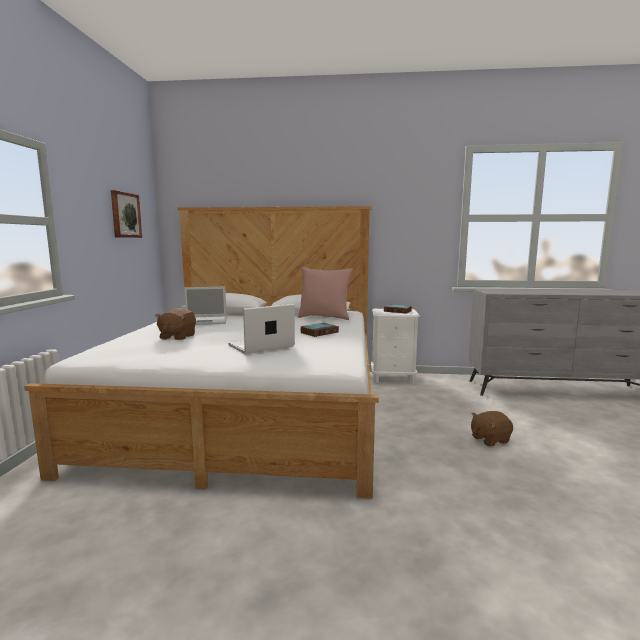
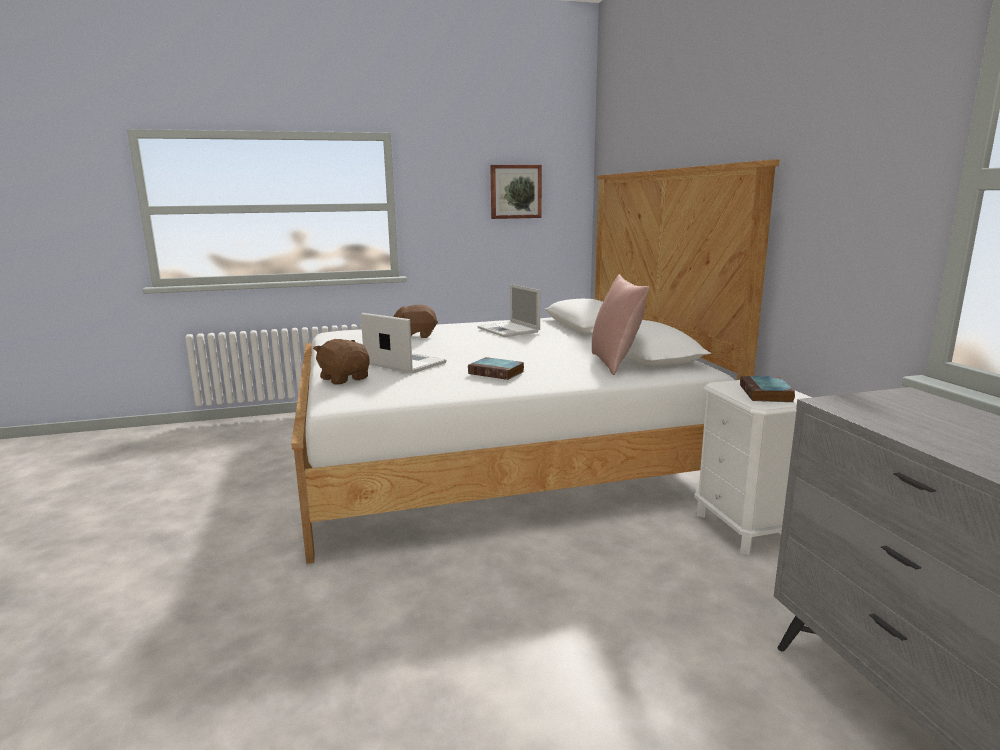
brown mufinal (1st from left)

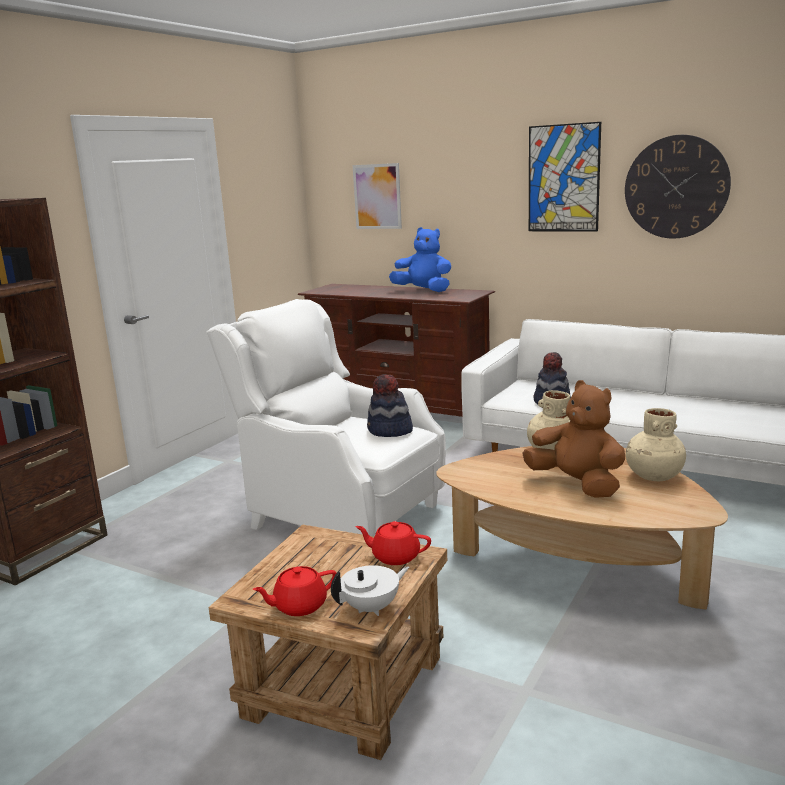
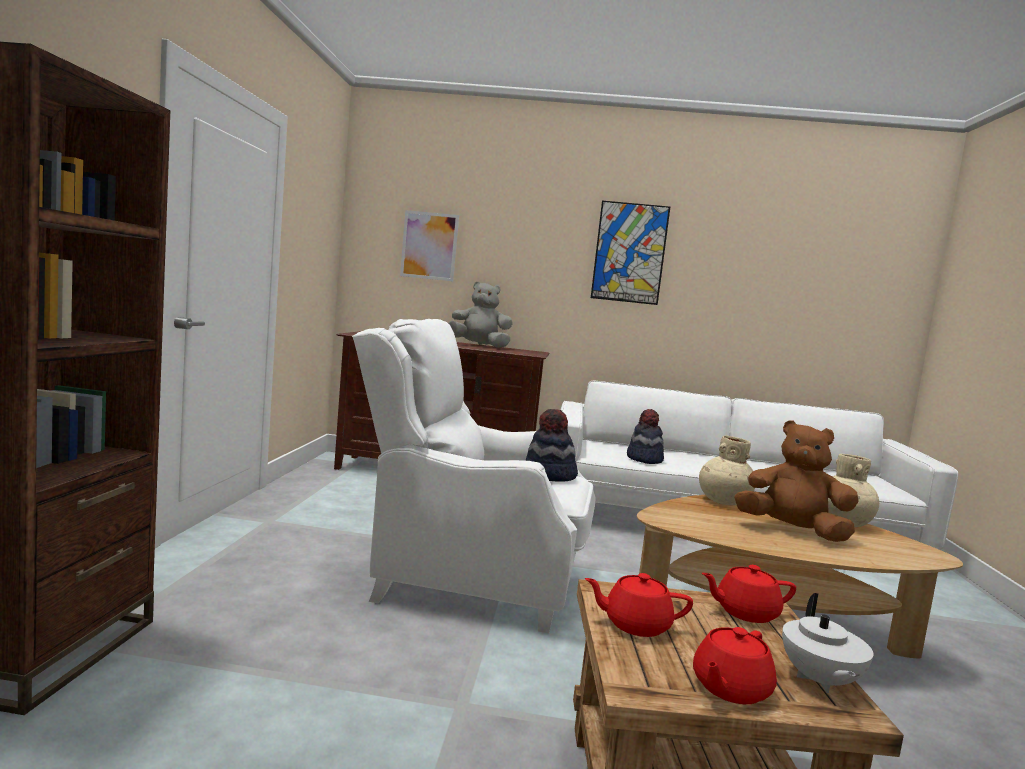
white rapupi
grey mufinal
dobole
red rapupi (1st from left)

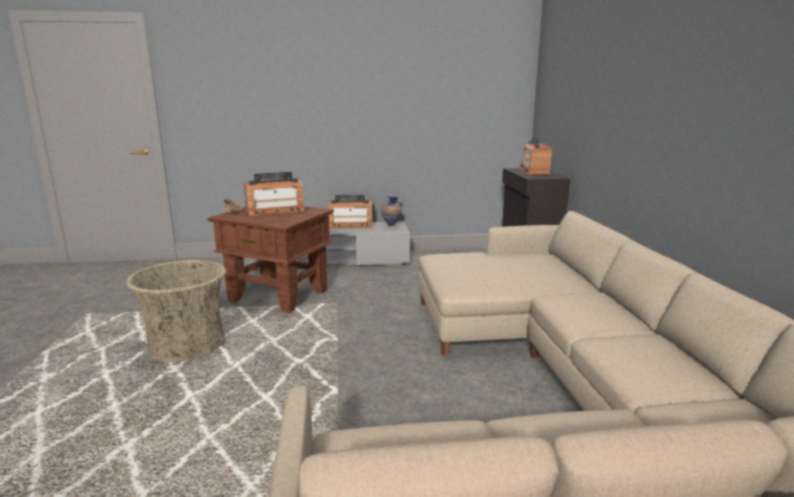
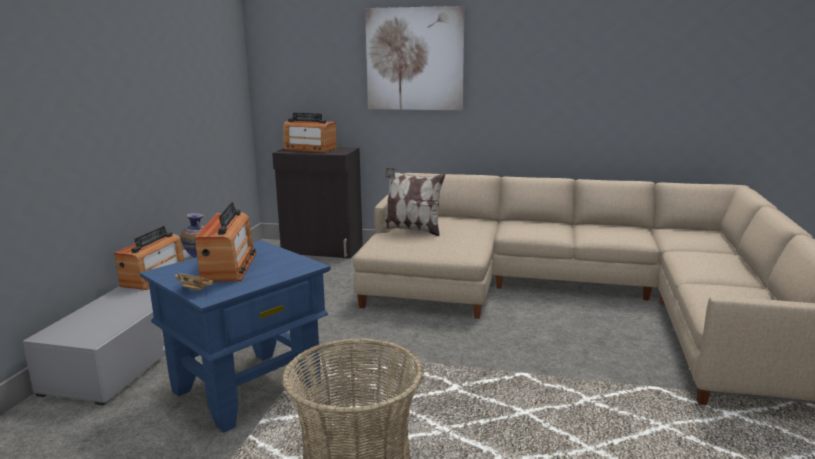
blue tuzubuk
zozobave
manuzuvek

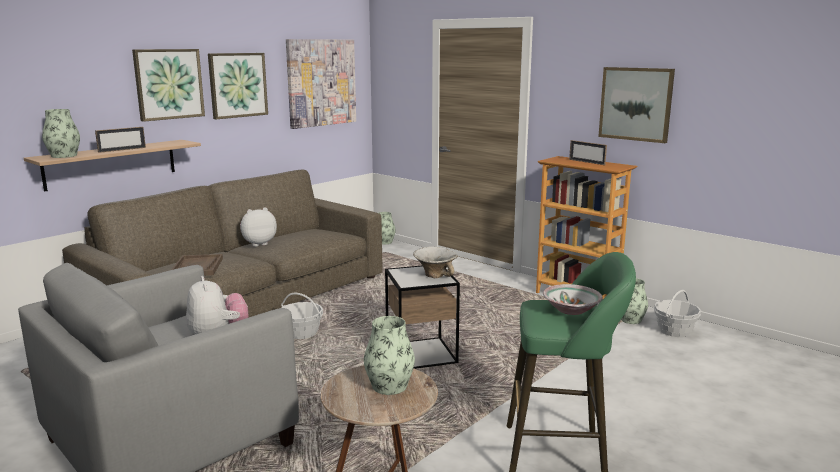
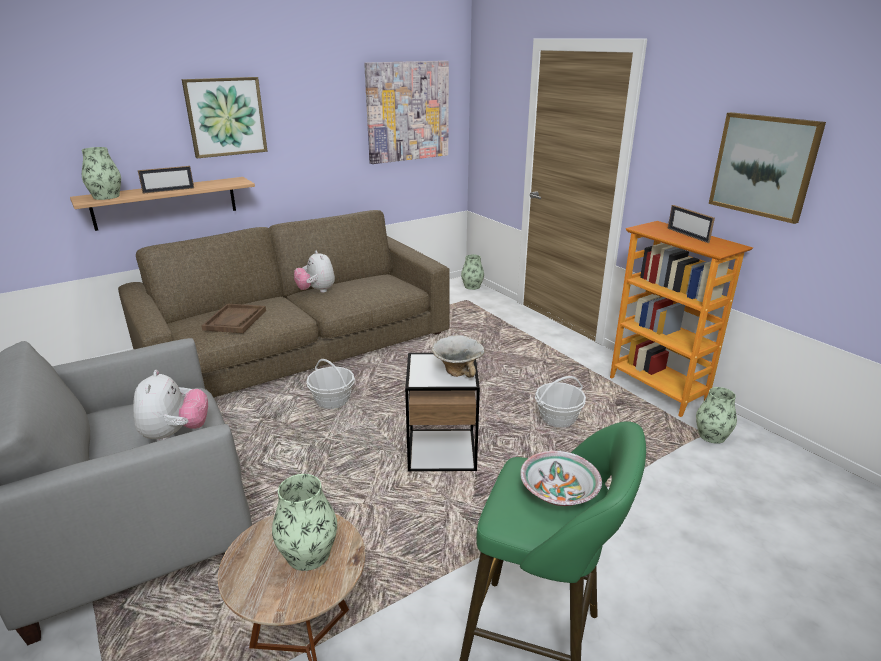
zozobave (2nd from left in the first image)
mufinal (2nd from left)
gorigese (2nd from left)

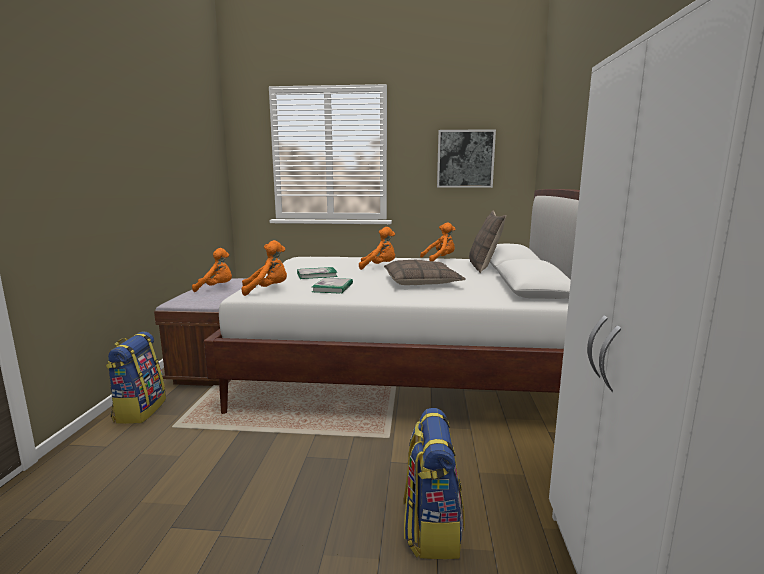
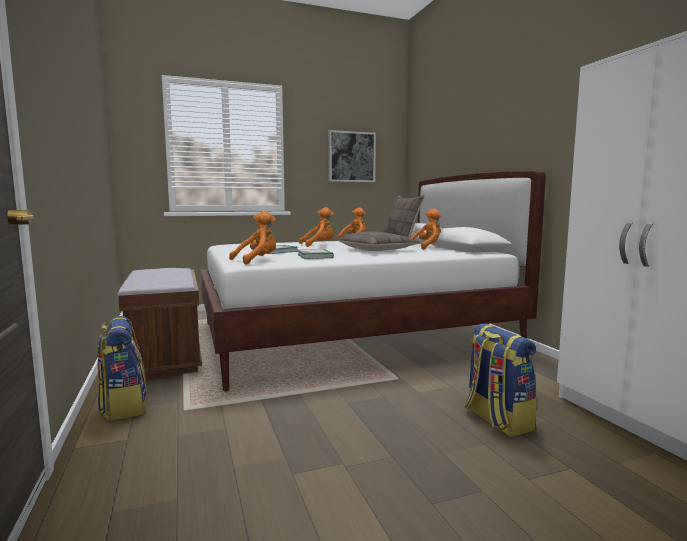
orange mufinal (4th from left)

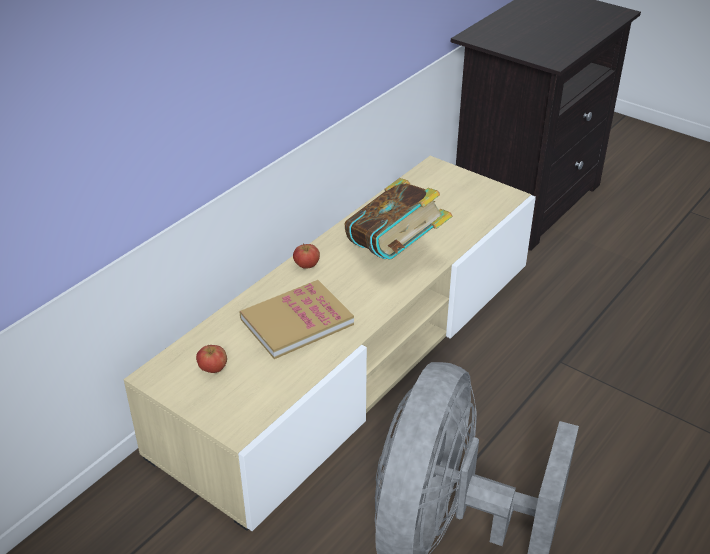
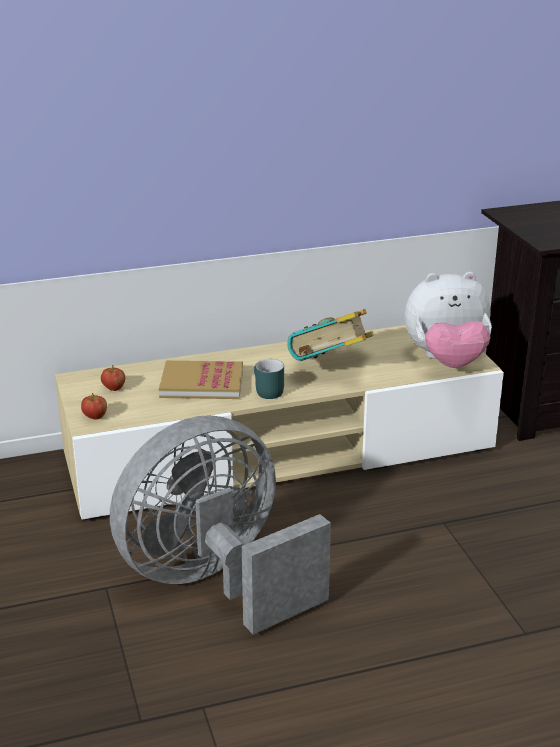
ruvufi (1st from left)
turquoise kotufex
mufinal

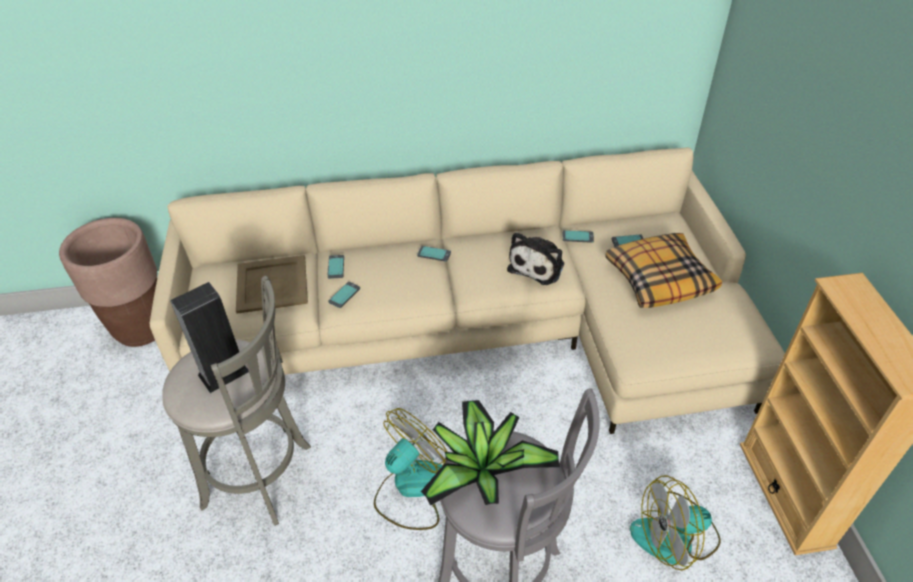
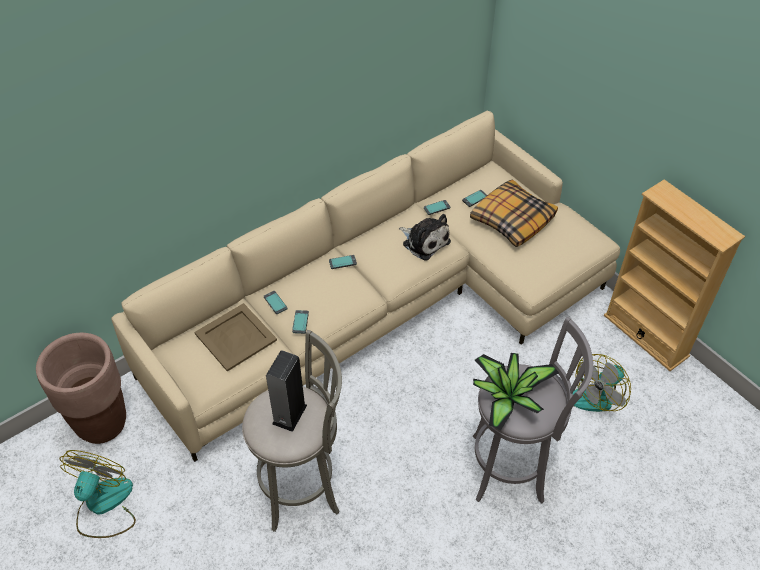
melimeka (1st from left)
mufinal

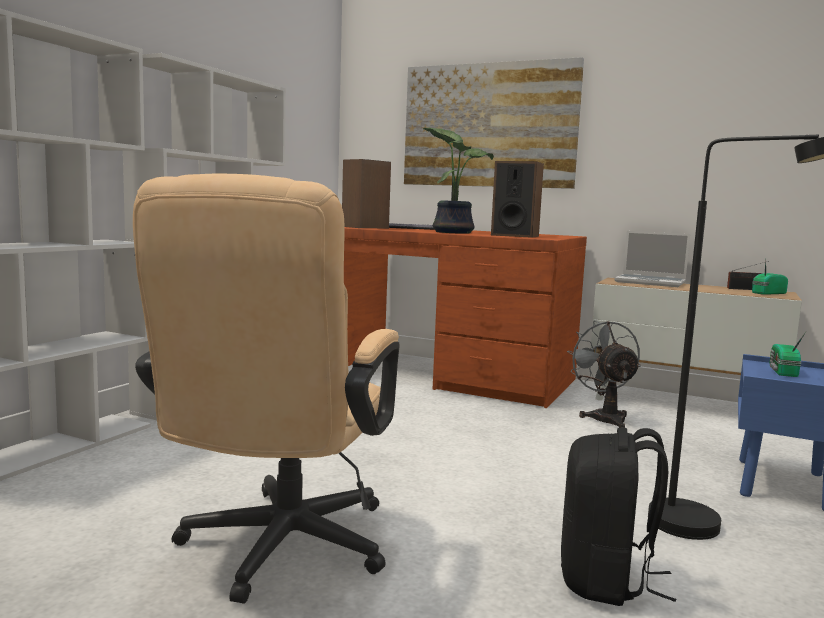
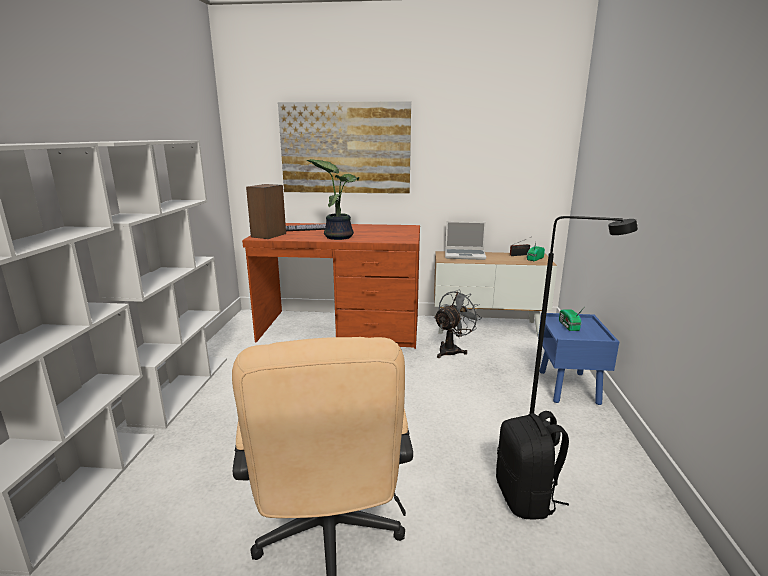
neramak (2nd from left in the first image)
grey melimeka

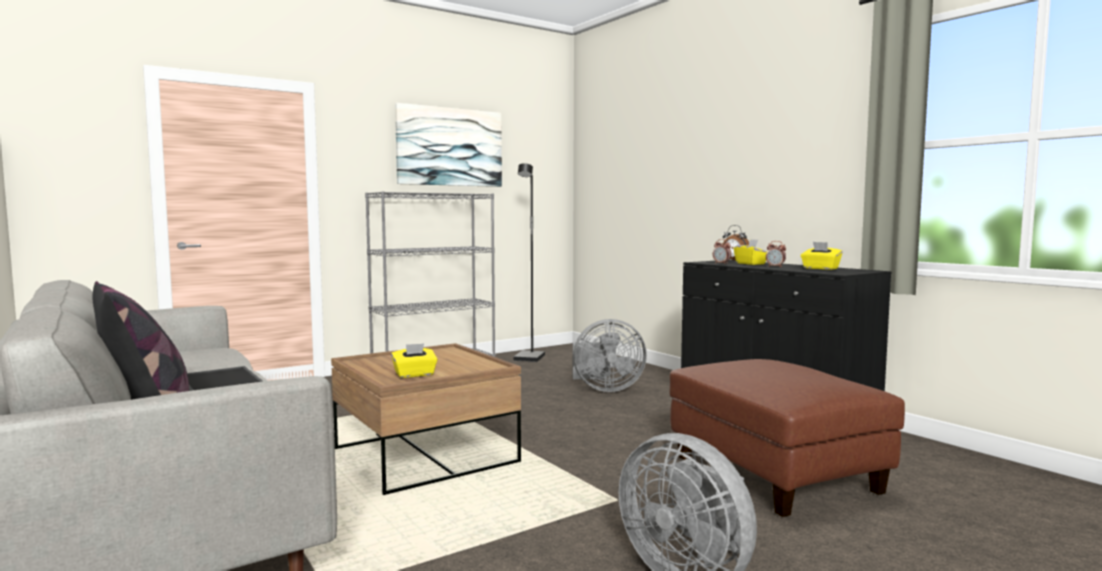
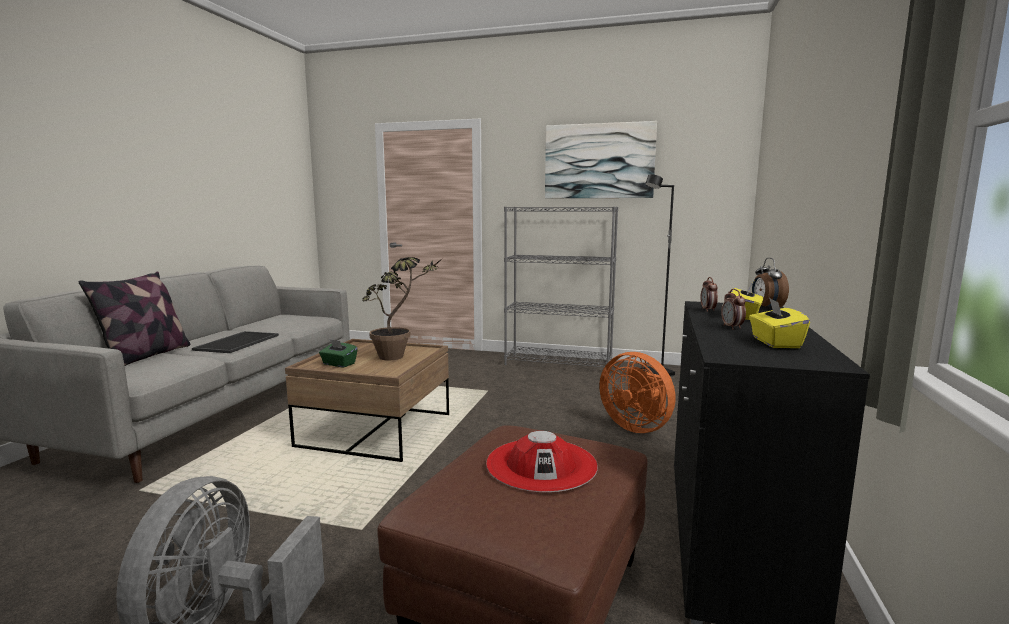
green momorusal
orange melimeka
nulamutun
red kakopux

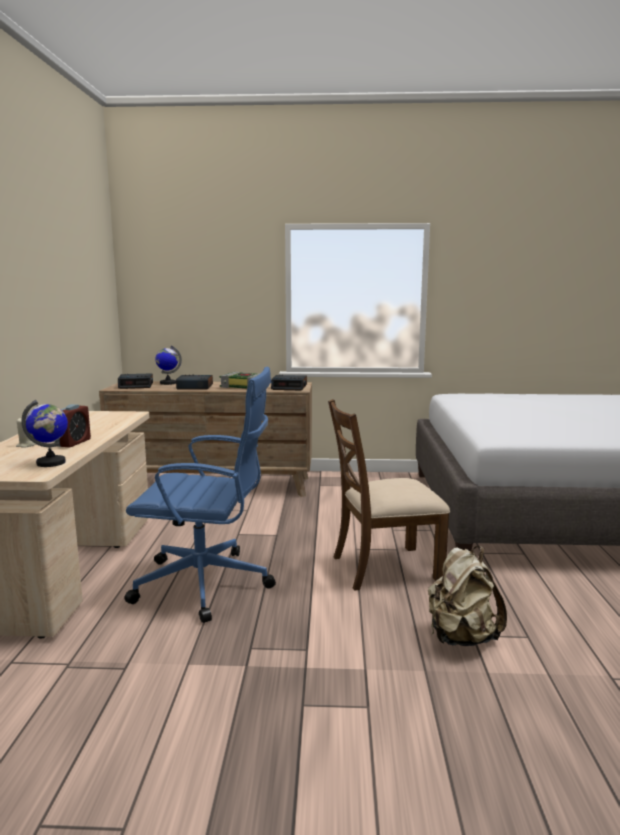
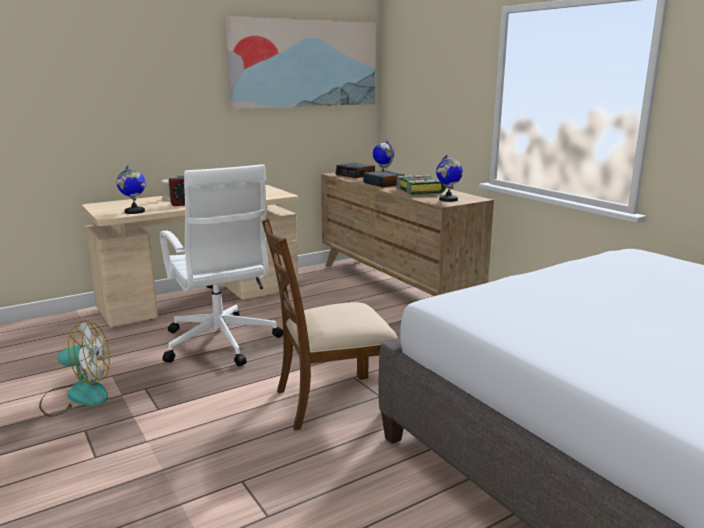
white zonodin
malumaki (3rd from left)
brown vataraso
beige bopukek
melimeka
zozobave

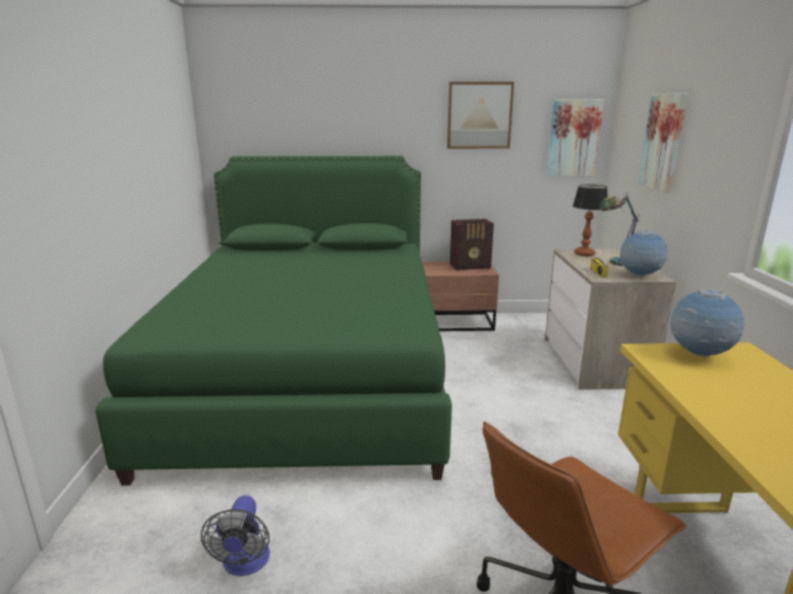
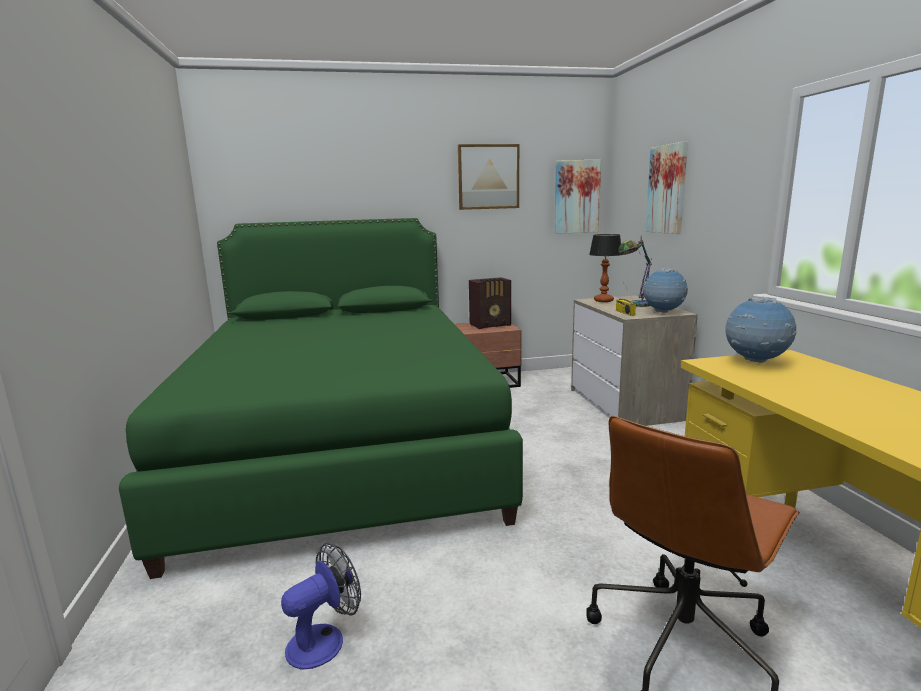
melimeka

